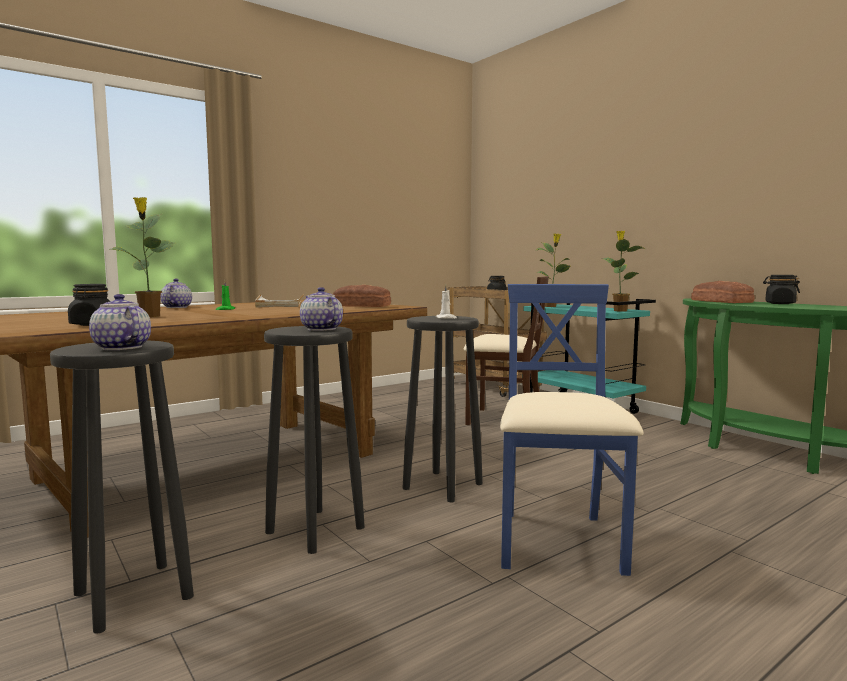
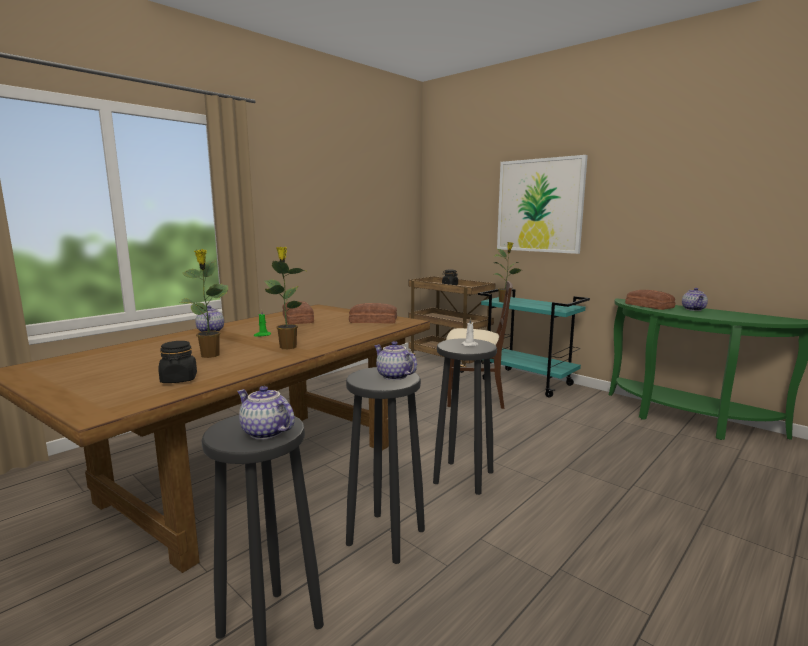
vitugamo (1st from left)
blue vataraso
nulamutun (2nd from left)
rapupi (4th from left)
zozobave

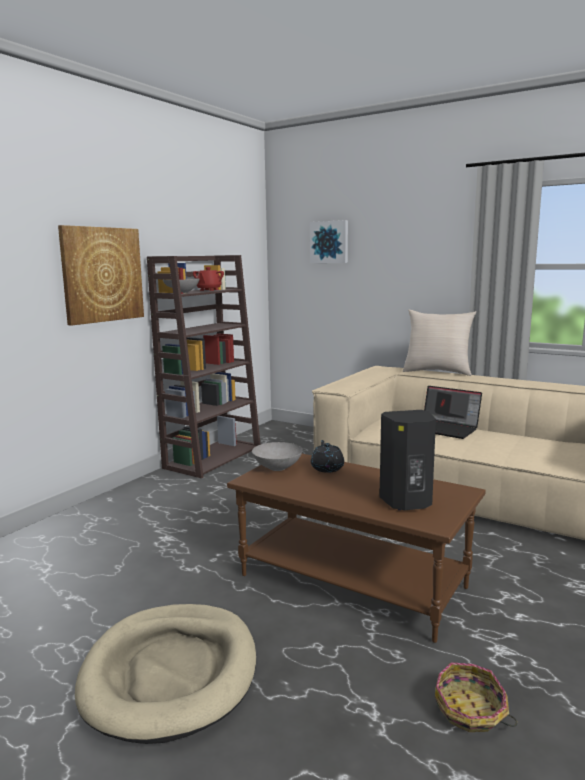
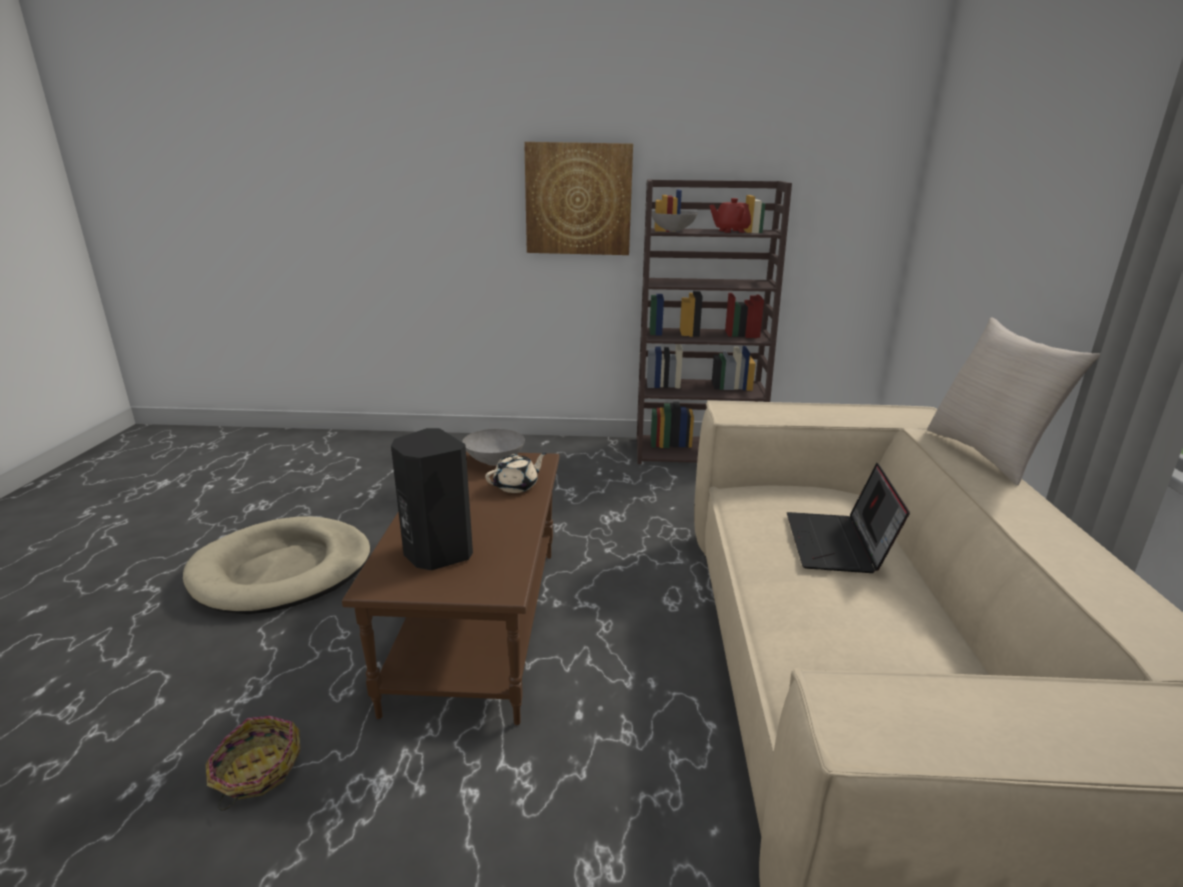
zozobave (2nd from left in the first image)
beige rapupi

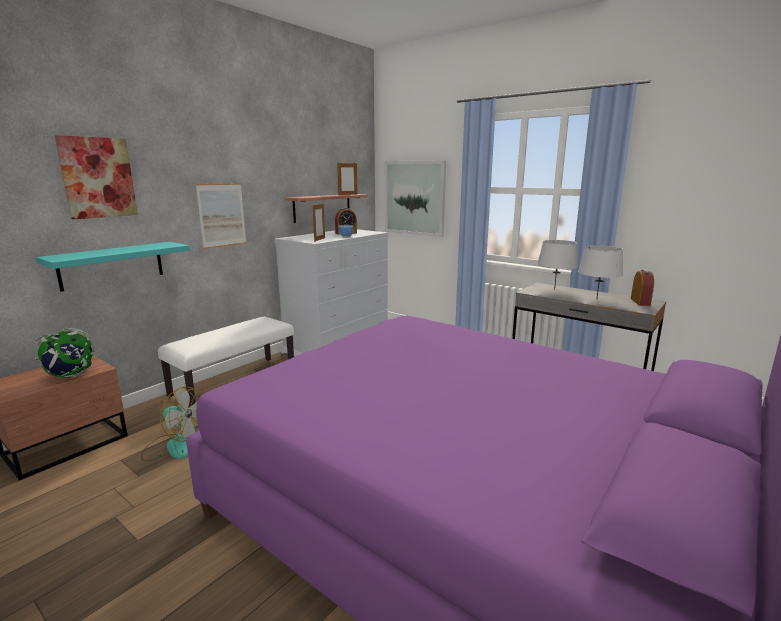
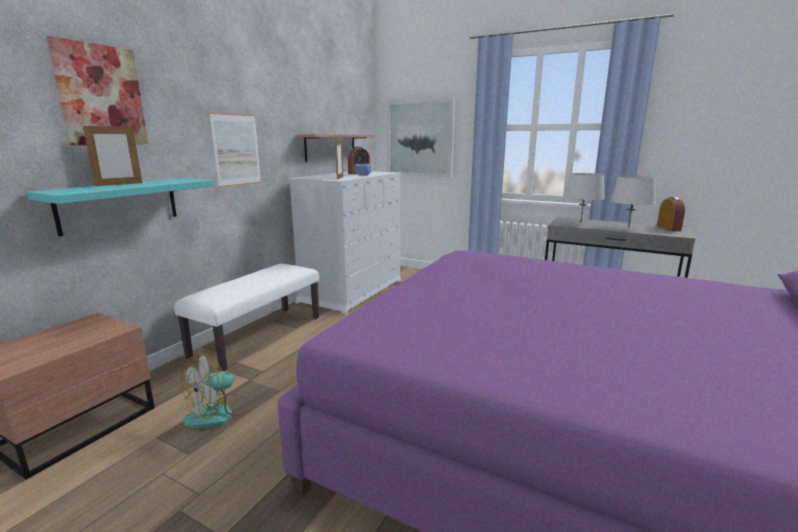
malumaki
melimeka
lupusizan (1st from left)

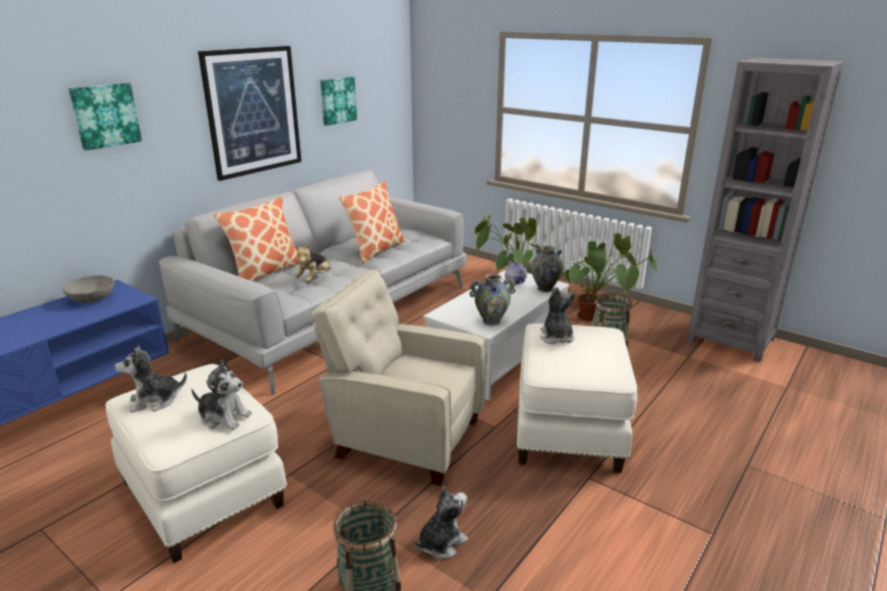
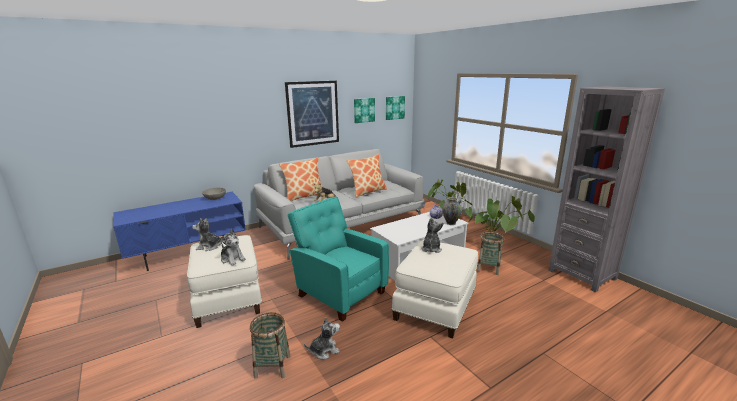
zozobave (3rd from left)
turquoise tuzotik
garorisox (1st from left in the first image)

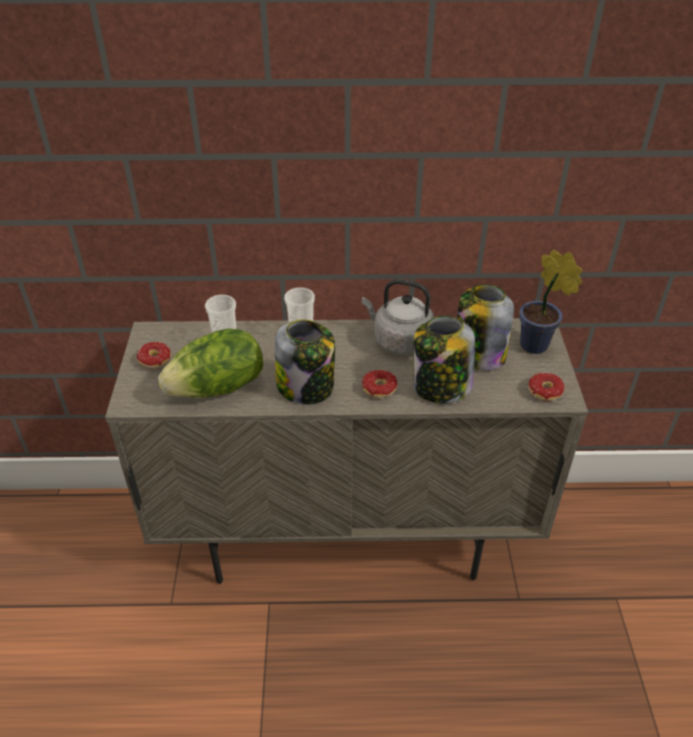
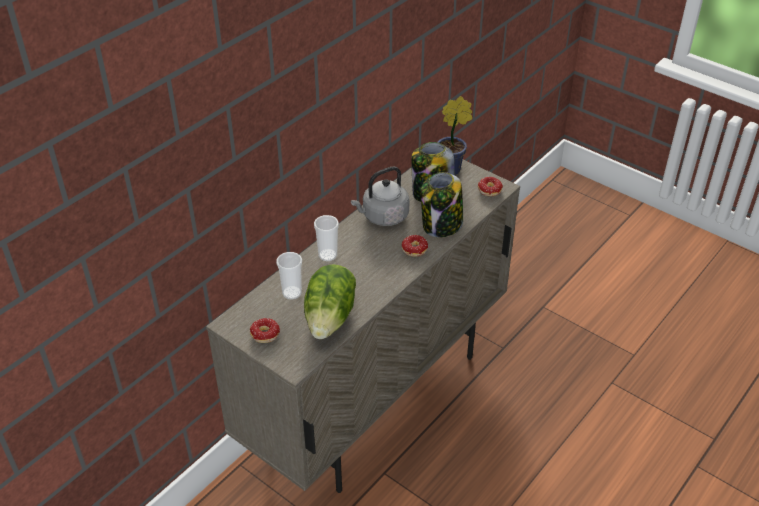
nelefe (1st from left in the first image)

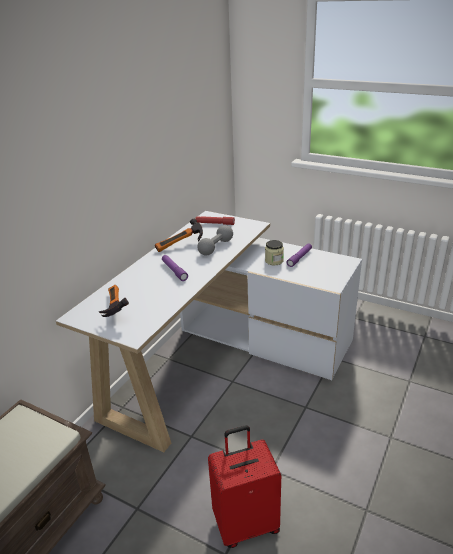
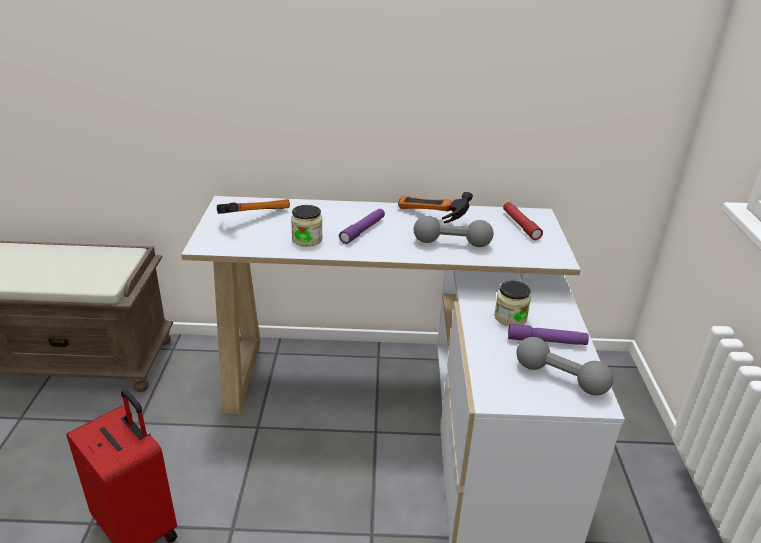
nelefe (1st from left)
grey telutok (2nd from left)

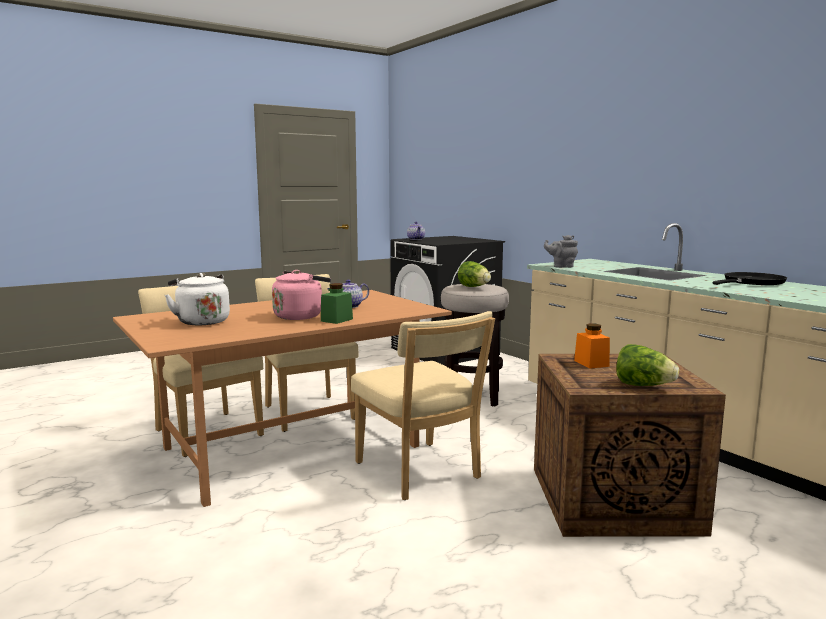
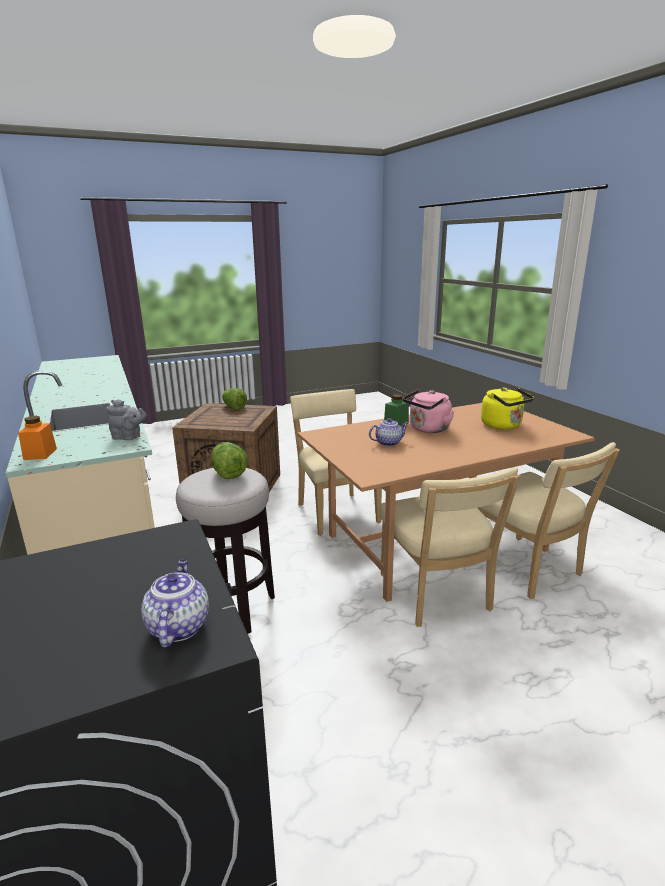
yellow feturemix
orange nelefe
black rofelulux

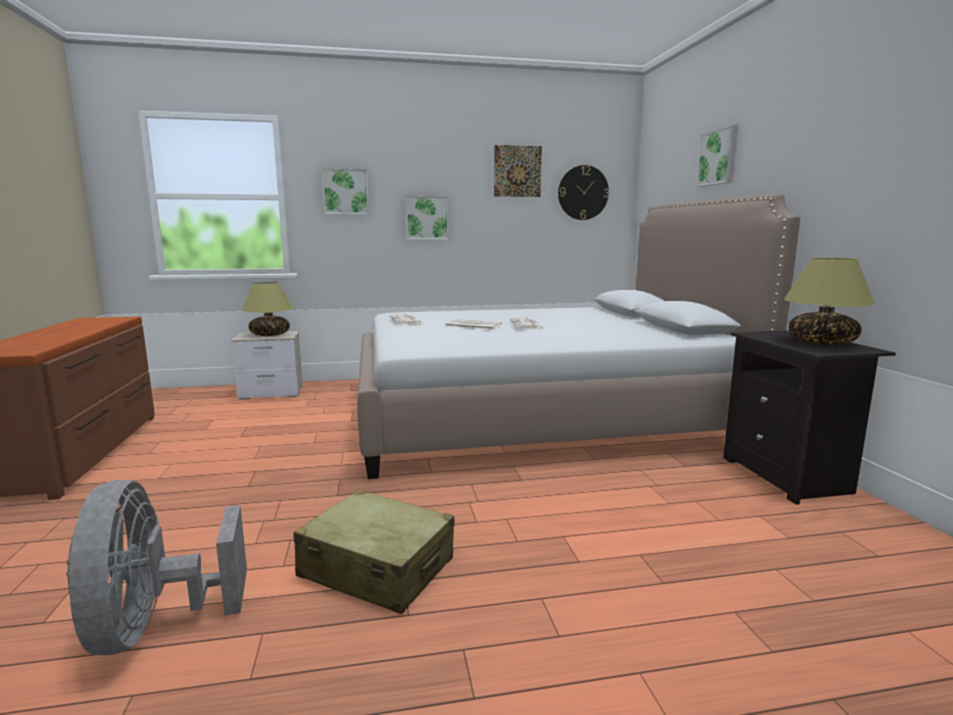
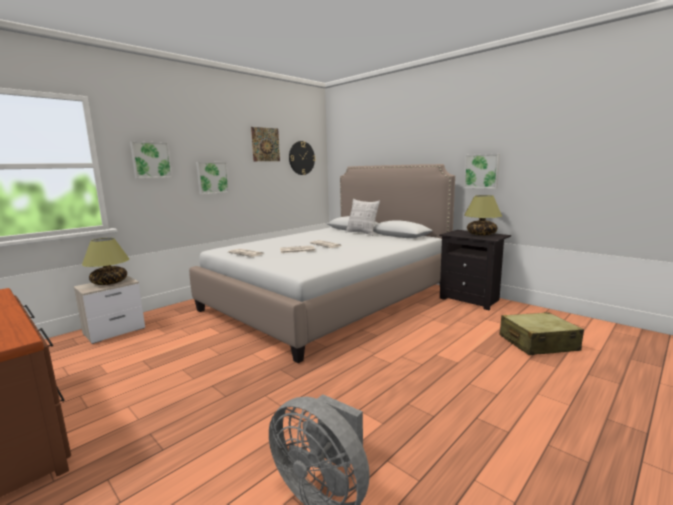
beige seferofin
zozobave (4th from left)
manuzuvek

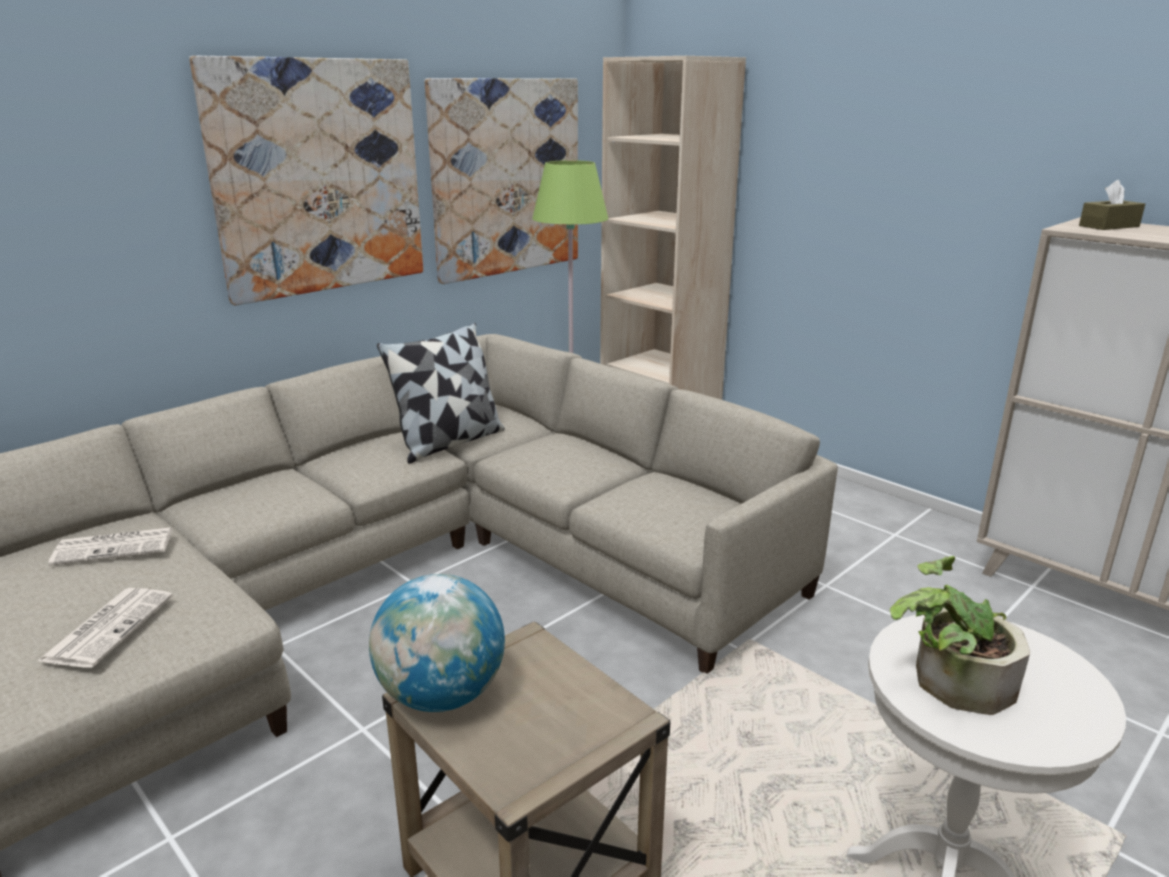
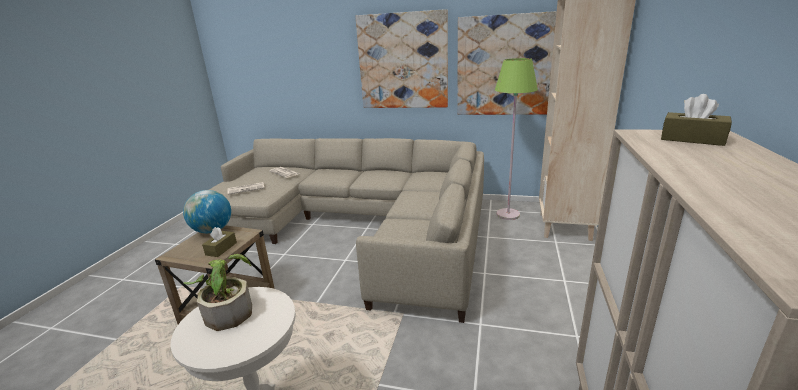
manuzuvek
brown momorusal (1st from left)

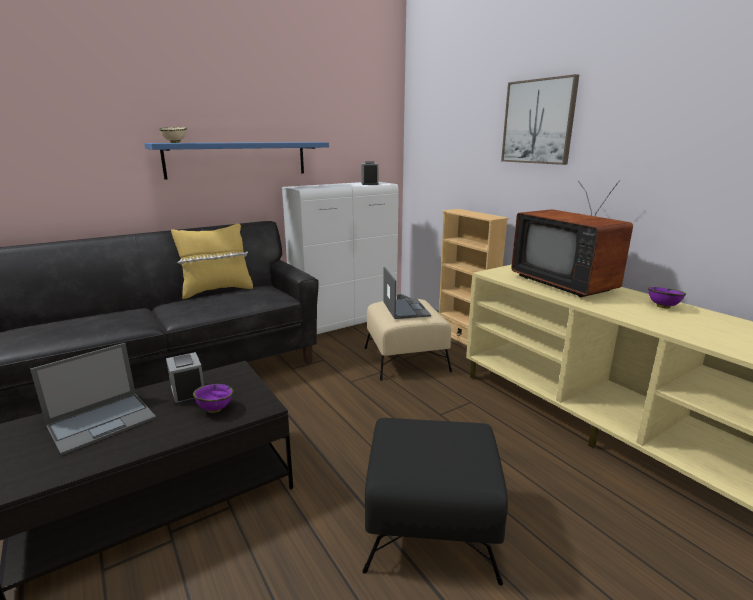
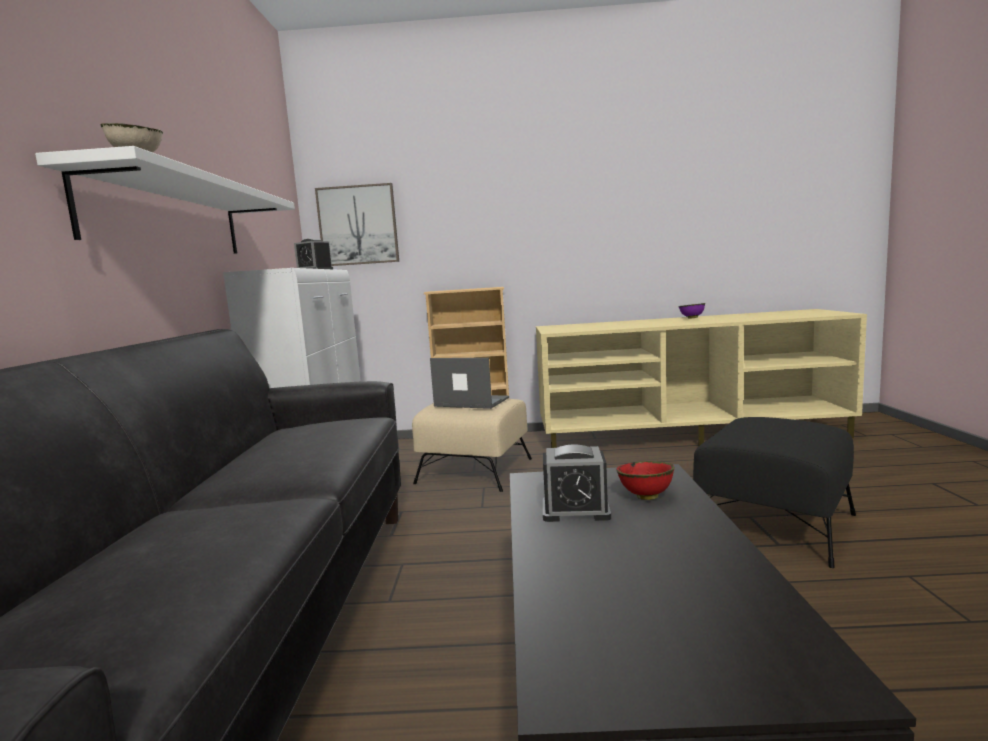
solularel (1st from left in the first image)
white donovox
yellow manuzuvek
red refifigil
zozobave
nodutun

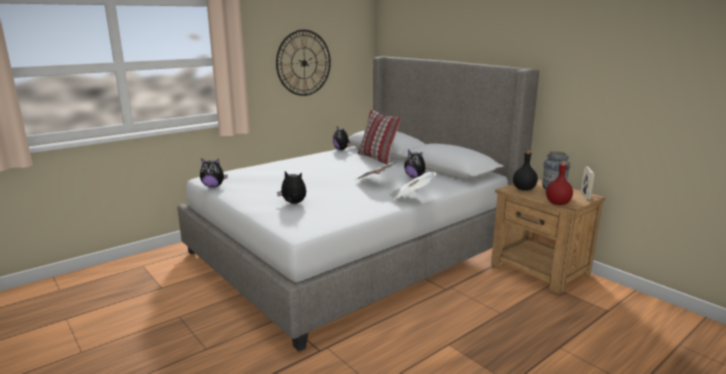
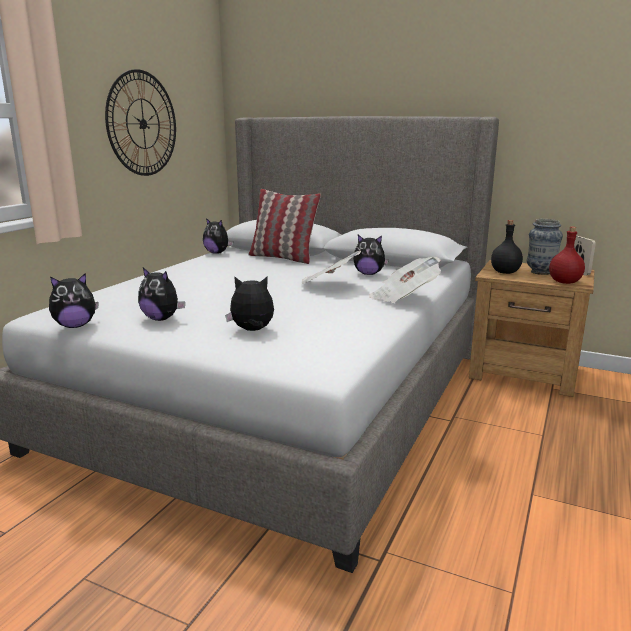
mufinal (2nd from left)

